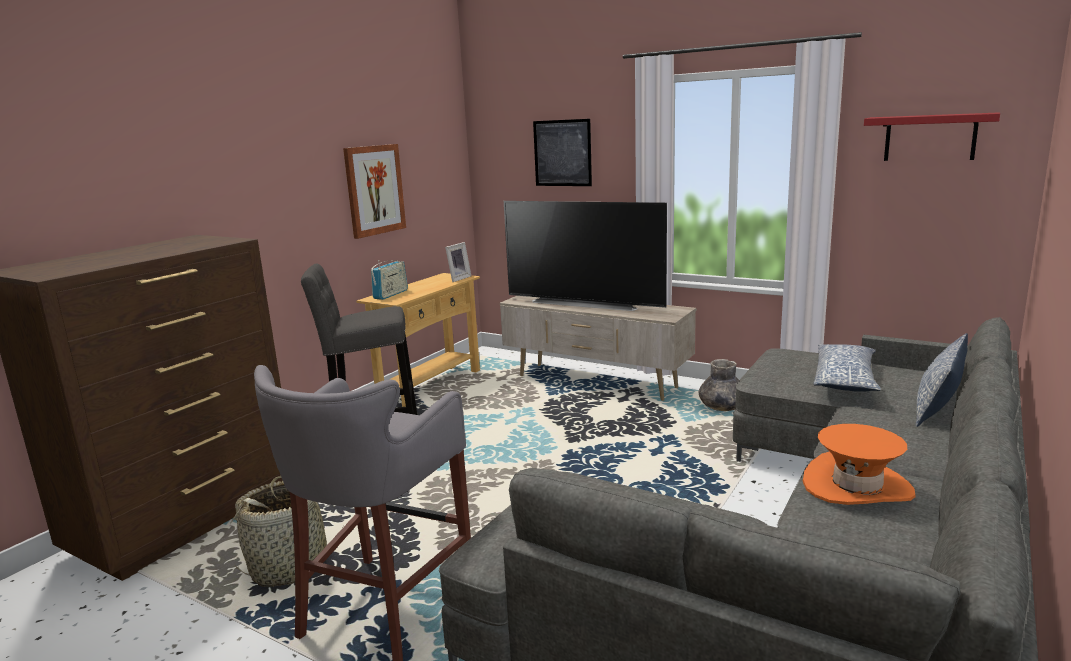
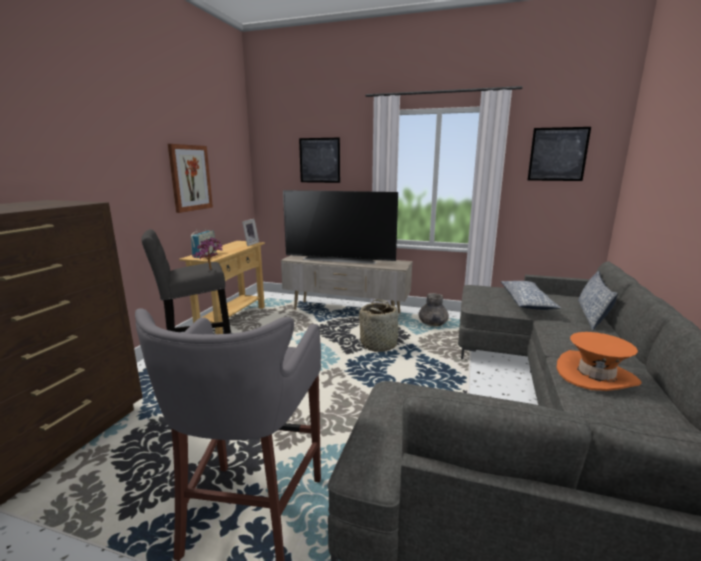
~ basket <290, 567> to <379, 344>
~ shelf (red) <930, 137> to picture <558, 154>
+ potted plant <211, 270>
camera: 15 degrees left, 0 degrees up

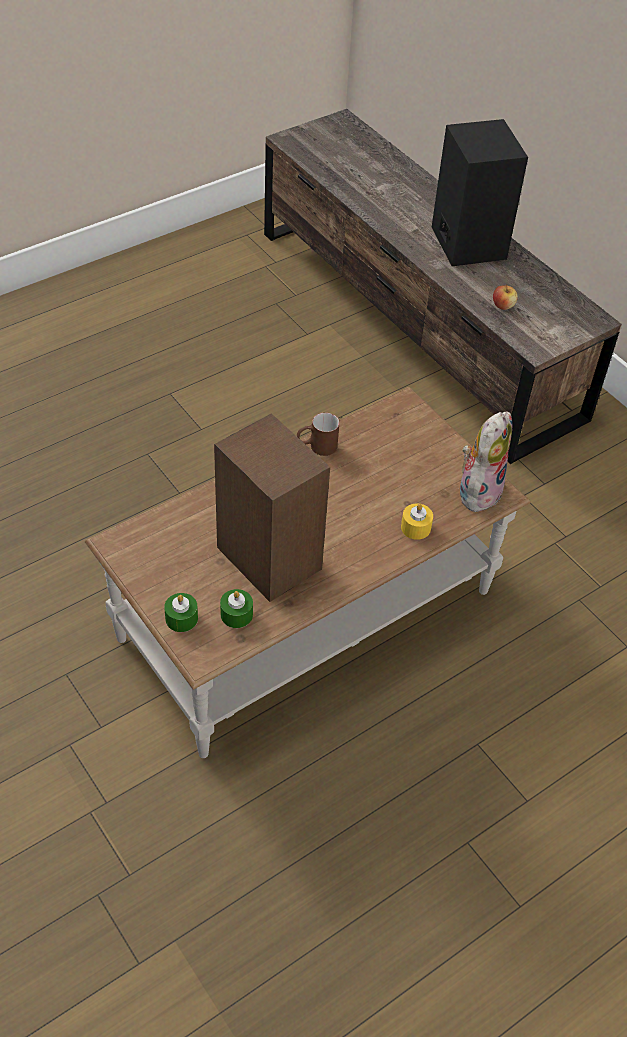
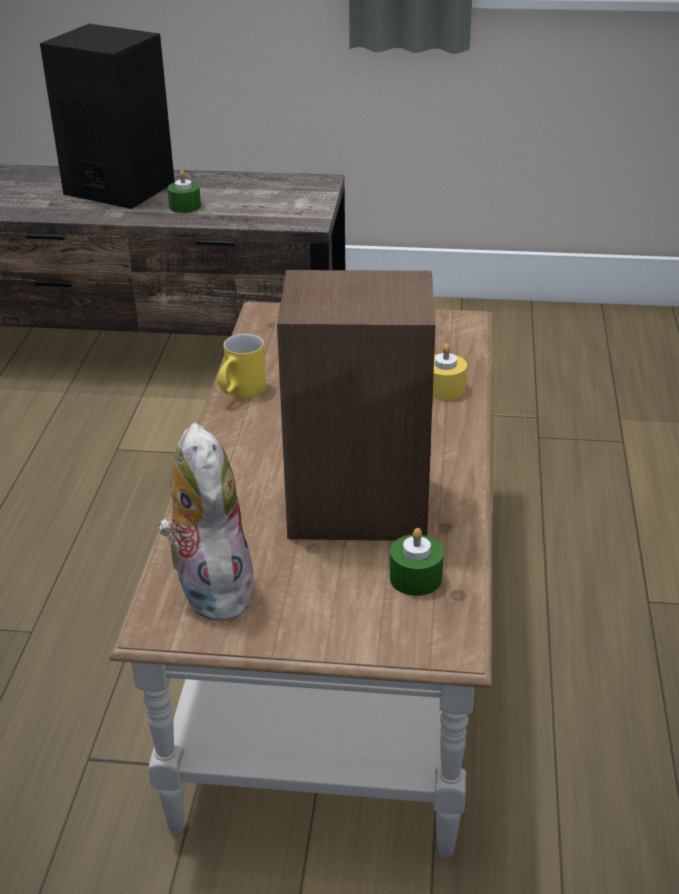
~ candle (green) <181, 618> to <185, 206>
~ mug (brown) <316, 447> to mug (yellow) <240, 392>
~ plush toy <478, 490> to <209, 588>
- apple <503, 306>
camera: 45 degrees left, 15 degrees down

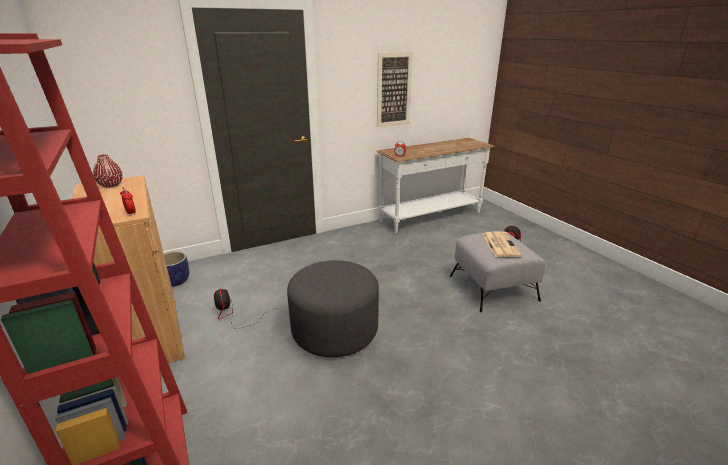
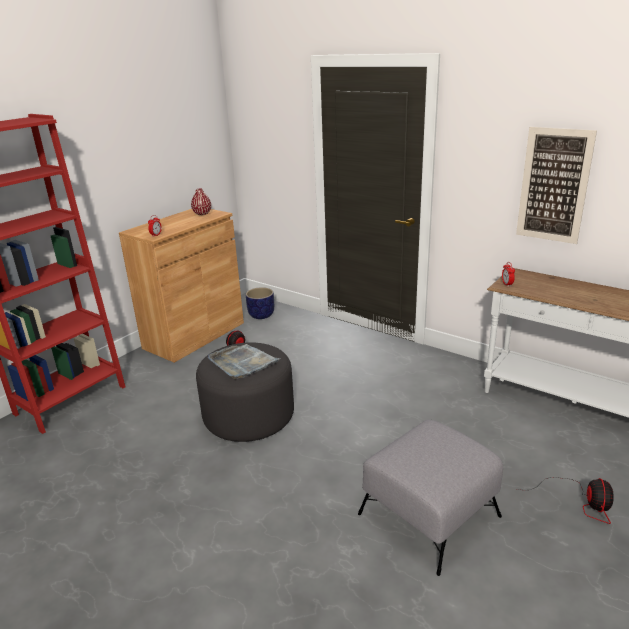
- newspaper <500, 244>
+ tray (grey) <242, 363>
camera: 65 degrees right, 0 degrees up

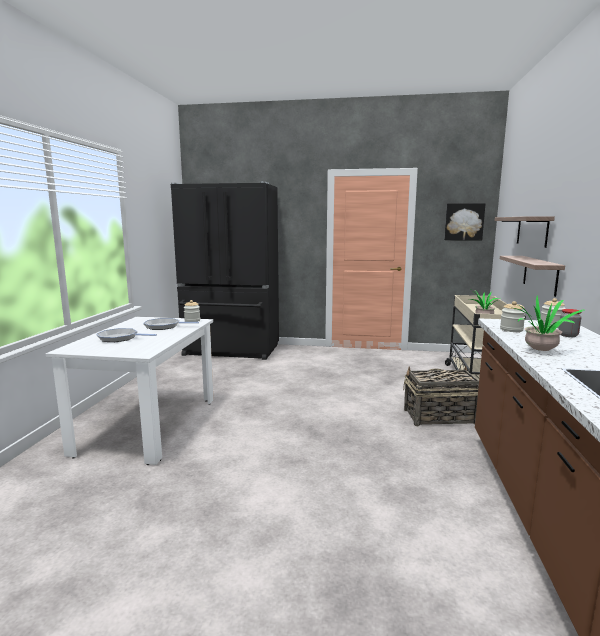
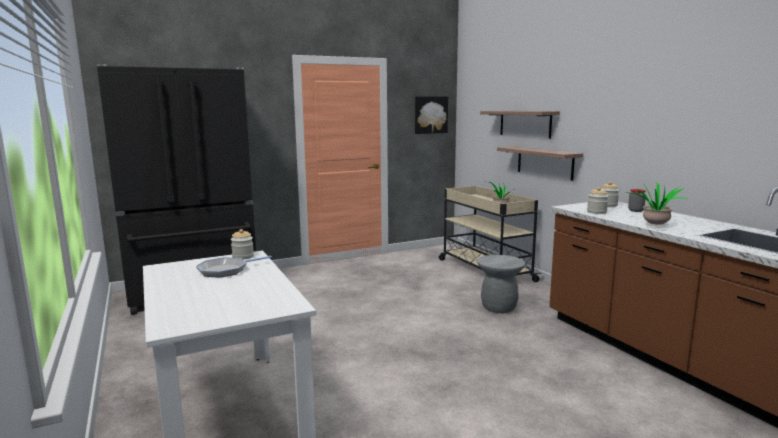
- frying pan <120, 338>
~ basket <439, 417> to stool (grey) <499, 307>
camera: 35 degrees left, 0 degrees up

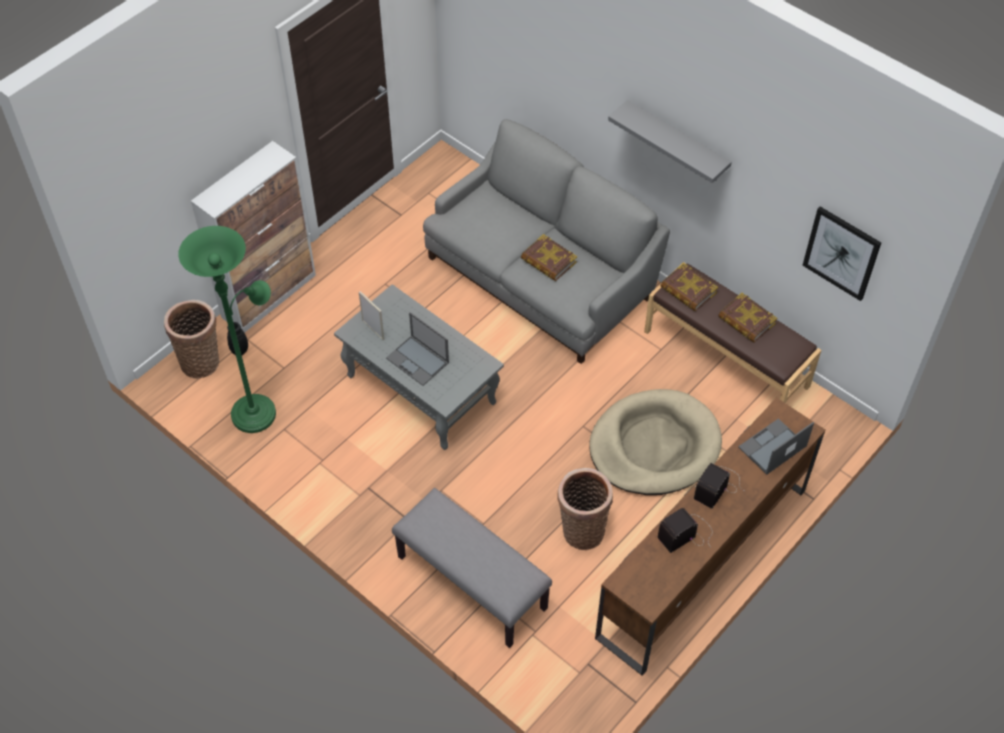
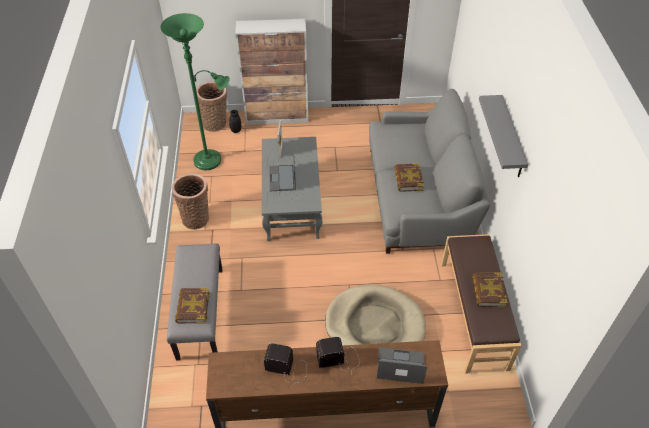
~ basket <581, 529> to <196, 217>
~ book <688, 290> to <192, 307>
- picture <841, 253>
camera: 45 degrees right, 5 degrees down

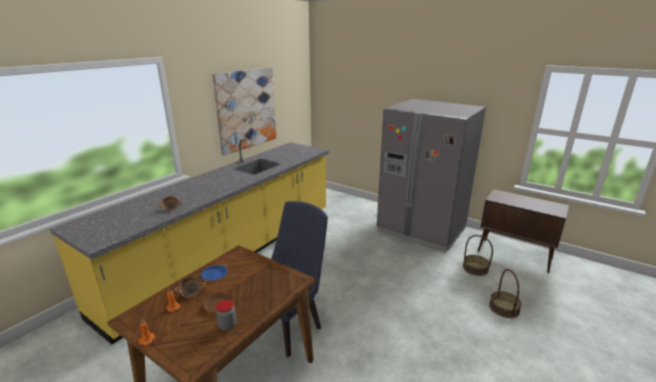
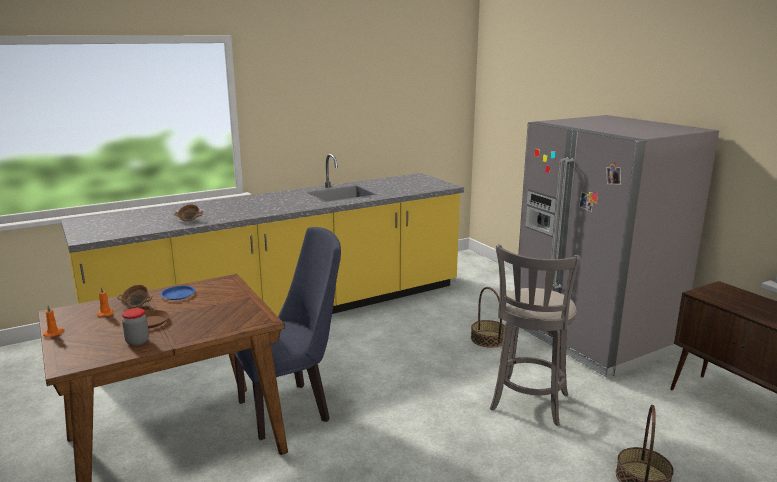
- picture <246, 109>
~ basket <475, 268> to <488, 339>
+ stool (grey) <528, 404>
camera: 25 degrees right, 5 degrees down

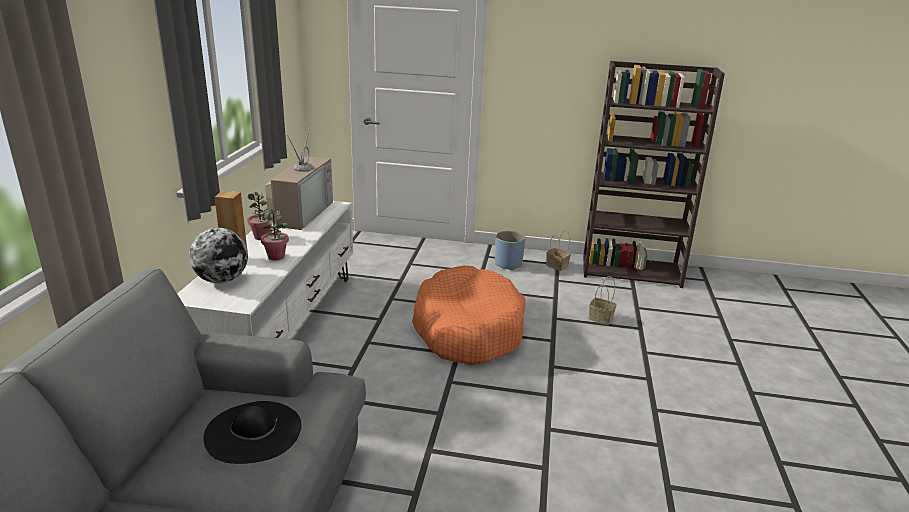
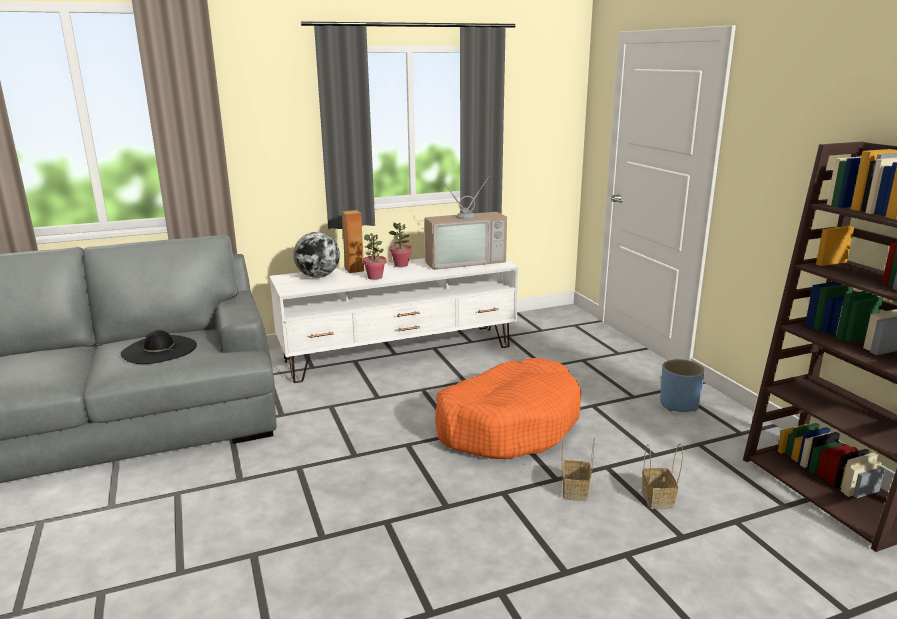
~ basket <556, 265> to <574, 490>
camera: 60 degrees right, 5 degrees down

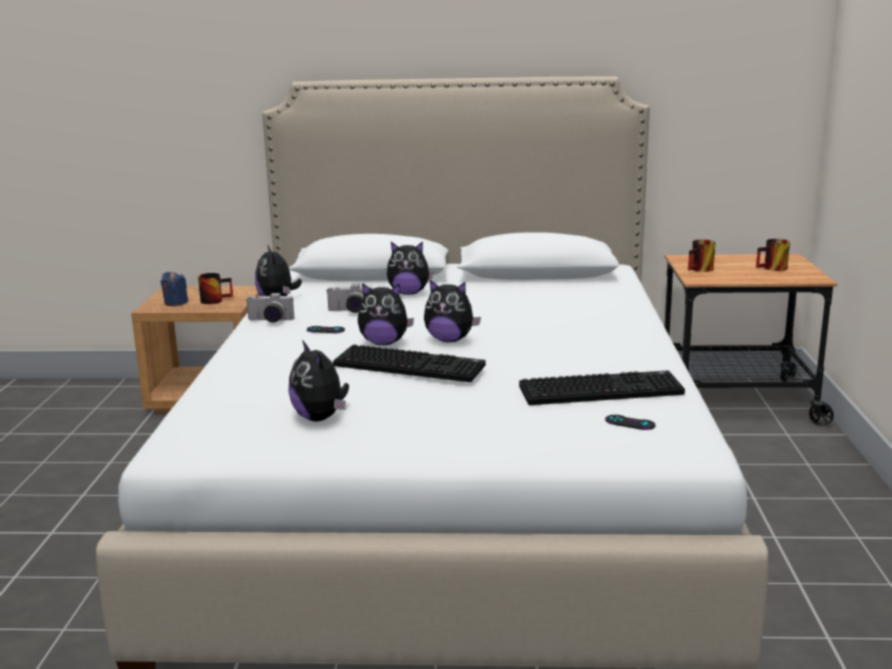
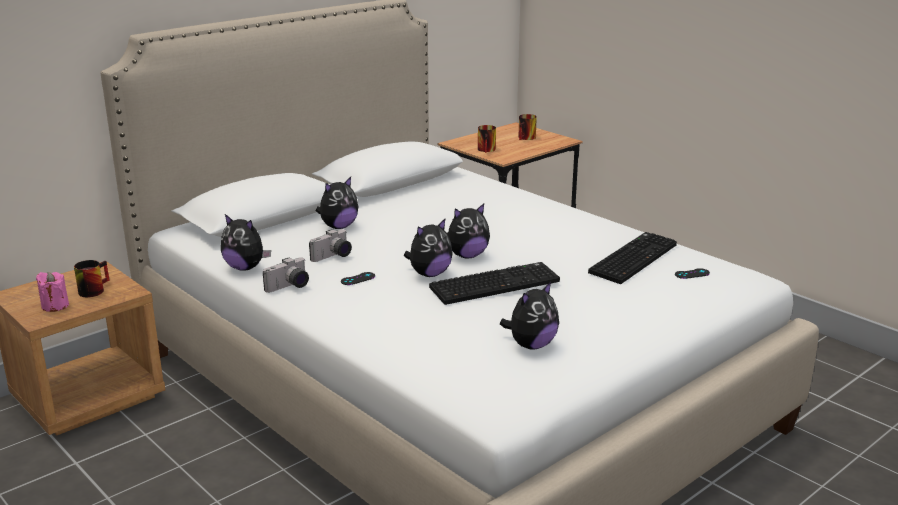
~ candle (blue) <175, 303> to candle (pink) <55, 306>
~ plush toy <320, 418> = <531, 345> 60 degrees counterclockwise
camera: 45 degrees left, 5 degrees up

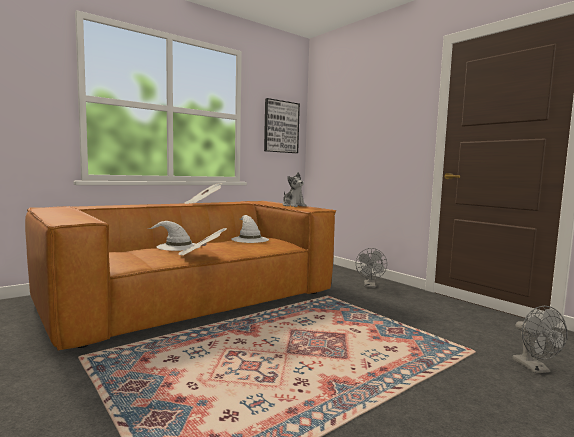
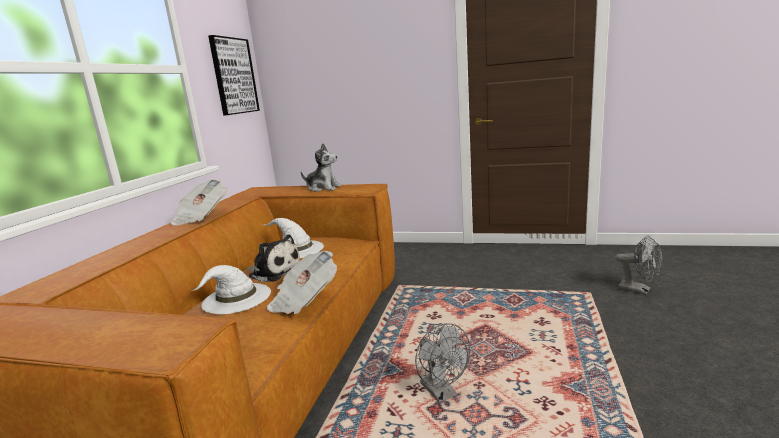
~ fan (grey) <370, 286> to <442, 393>
+ plush toy <274, 271>
camera: 35 degrees left, 10 degrees up

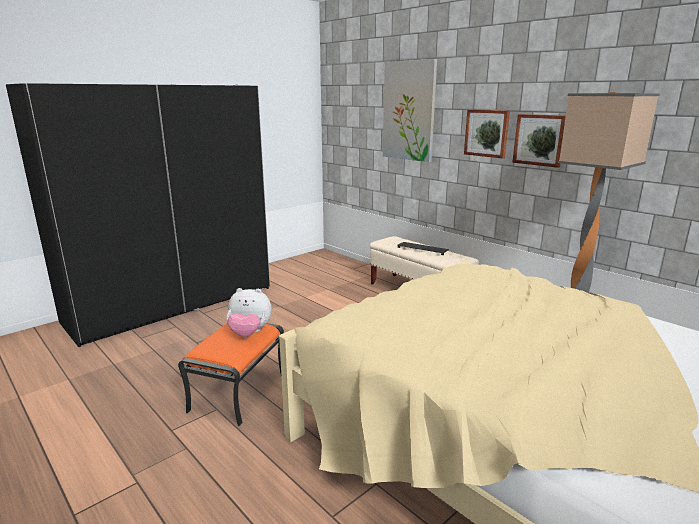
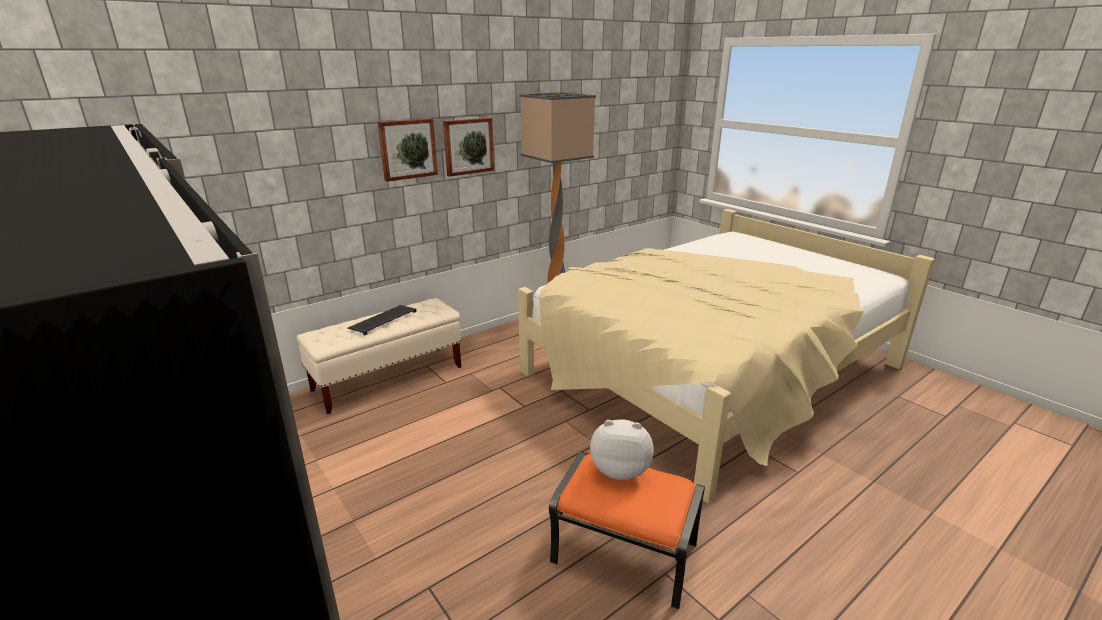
~ plush toy <249, 333> = <620, 469> 90 degrees counterclockwise
- picture <409, 111>
camera: 85 degrees left, 5 degrees up

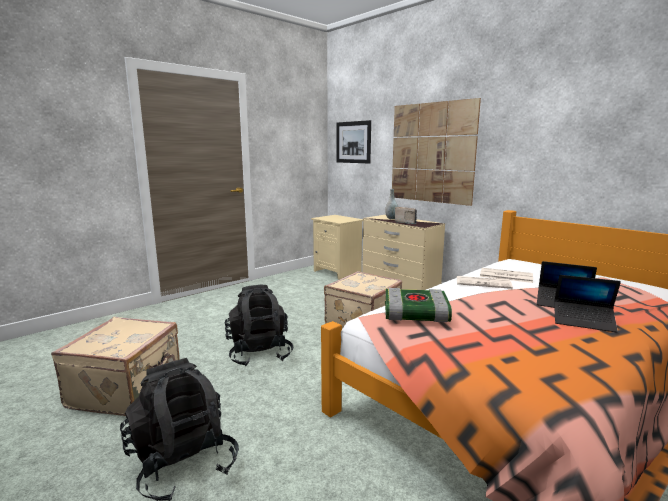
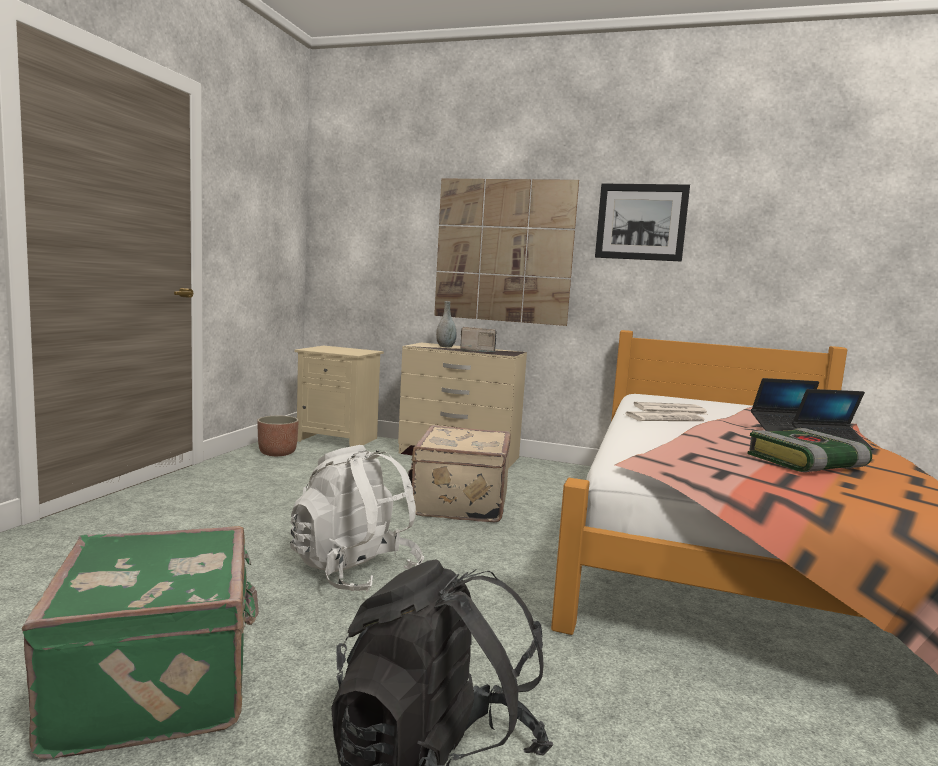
~ suitcase (beige) <128, 389> to suitcase (green) <160, 683>
~ backpack (black) <259, 353> to backpack (white) <355, 571>
~ picture <353, 142> to <641, 222>
~ book <414, 314> to <806, 463>
+ planter <278, 453>
camera: 30 degrees left, 5 degrees down

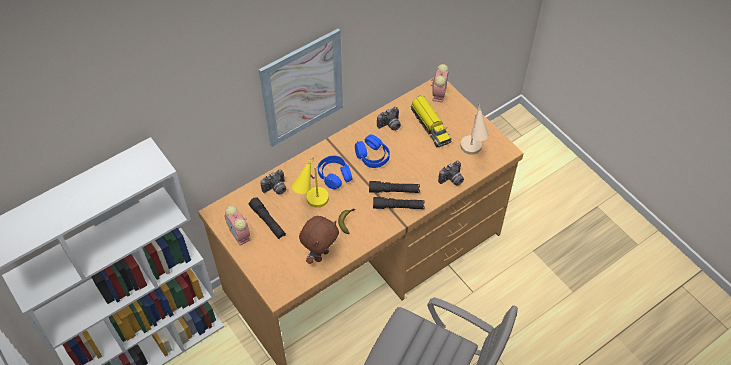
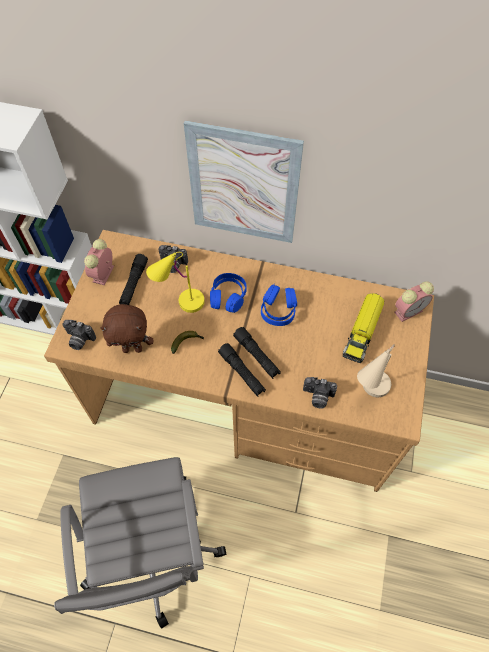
~ photo camera <390, 125> to <79, 340>
camera: 50 degrees right, 5 degrees up

